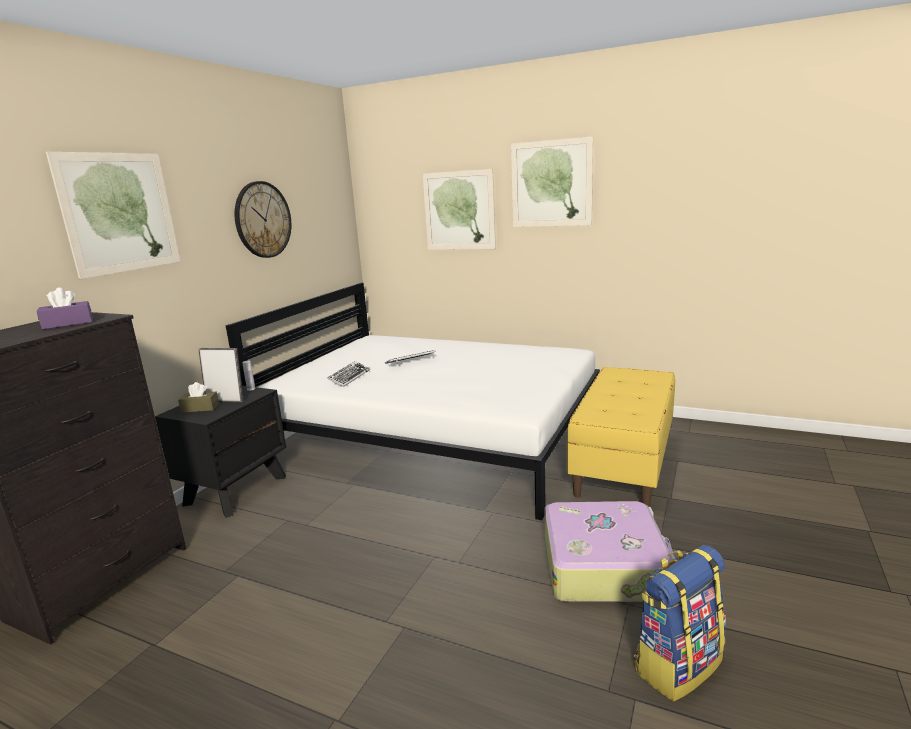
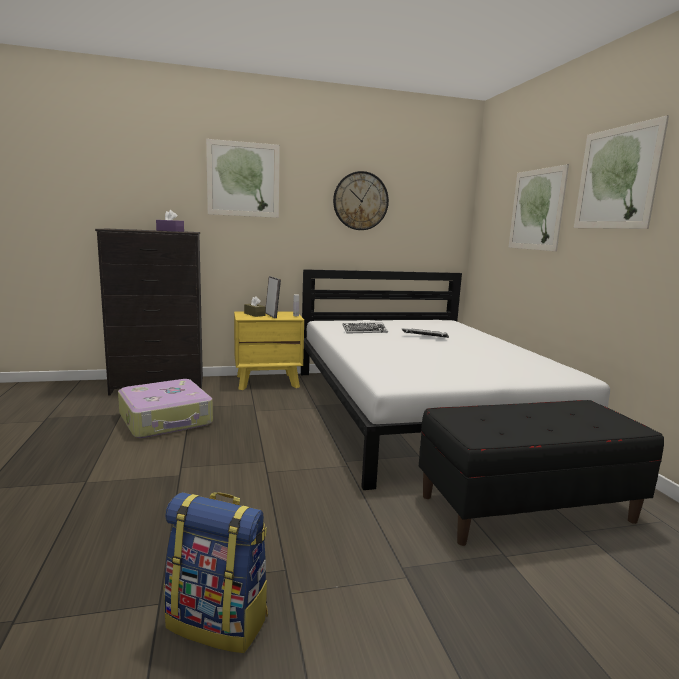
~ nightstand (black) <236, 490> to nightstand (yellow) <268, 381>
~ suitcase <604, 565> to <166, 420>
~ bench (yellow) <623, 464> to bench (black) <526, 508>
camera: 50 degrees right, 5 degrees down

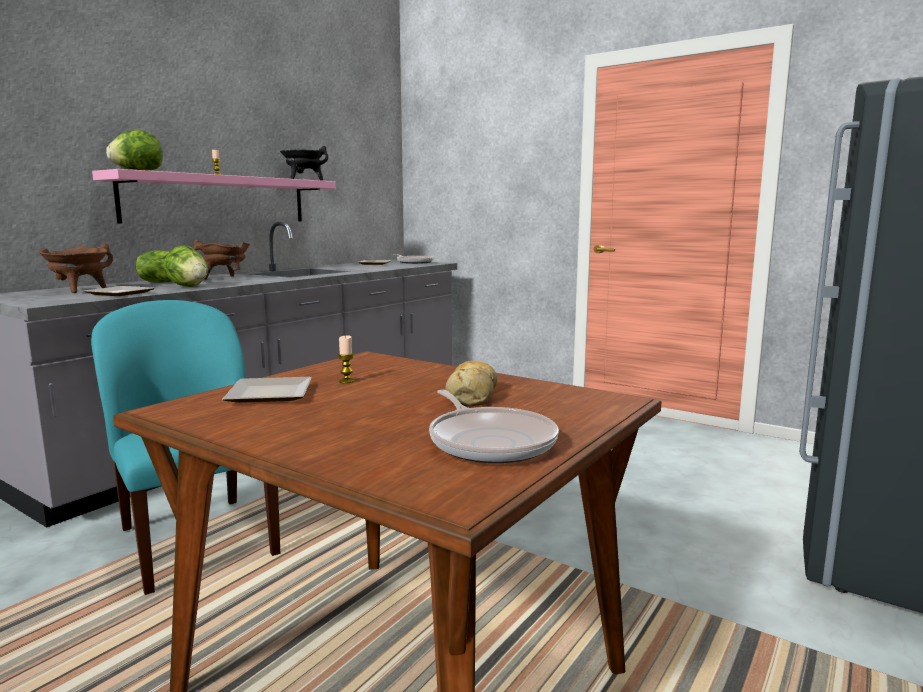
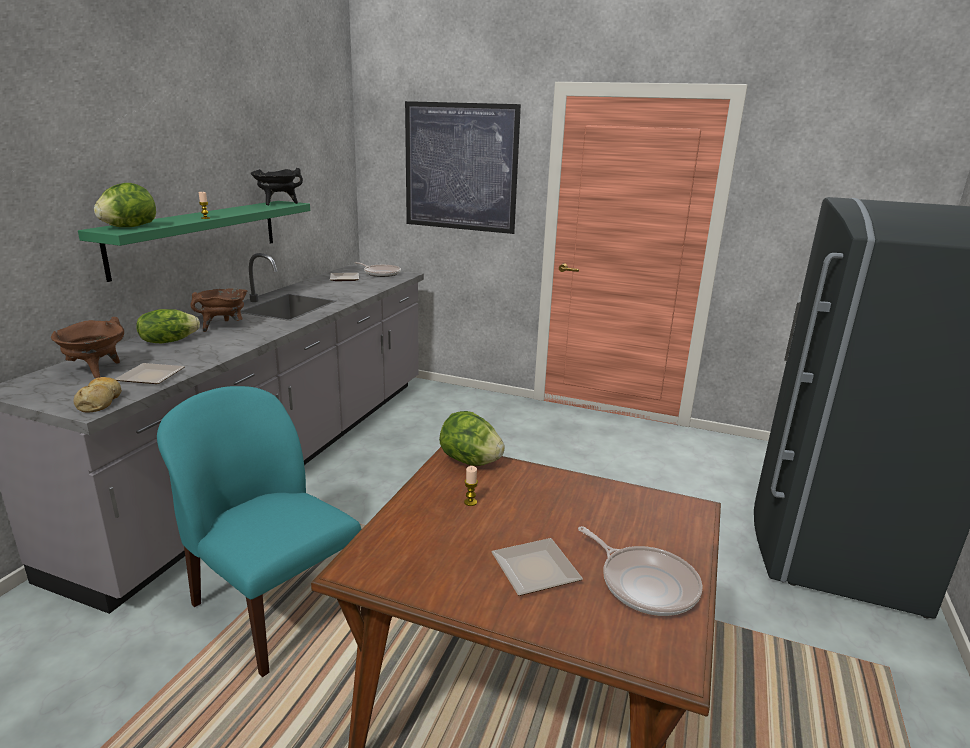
~ shelf (pink) <219, 200> to shelf (green) <198, 236>
~ lettuce <188, 286> to <470, 461>
~ plate <268, 393> to <532, 569>
~ bread <472, 395> to <100, 402>
+ picture <460, 167>
camera: 15 degrees left, 10 degrees up

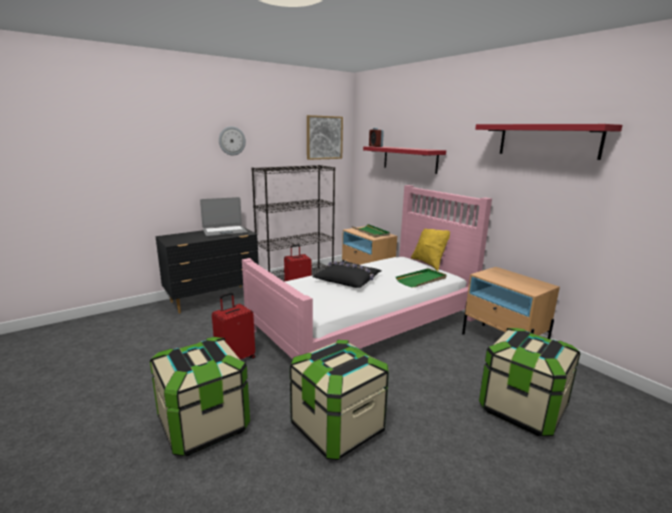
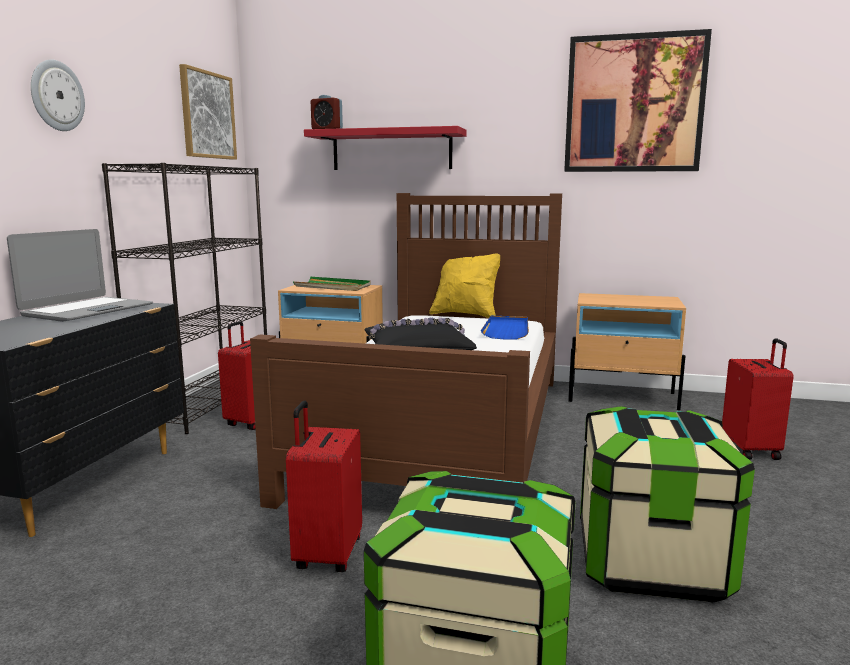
~ bed (pink) <365, 324> to bed (brown) <442, 429>
~ tray (green) <421, 280> to tray (blue) <506, 330>
~ shelf (red) <548, 140> to picture <634, 104>
~ storage box <522, 409> to suitcase (red) <752, 450>
camera: 40 degrees left, 5 degrees down

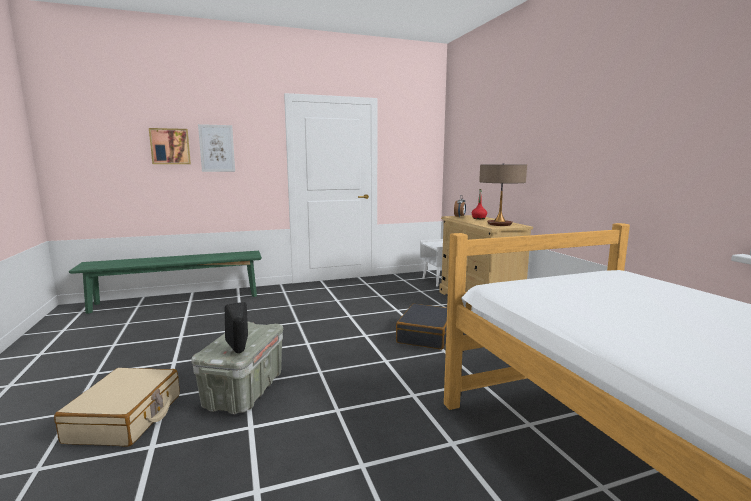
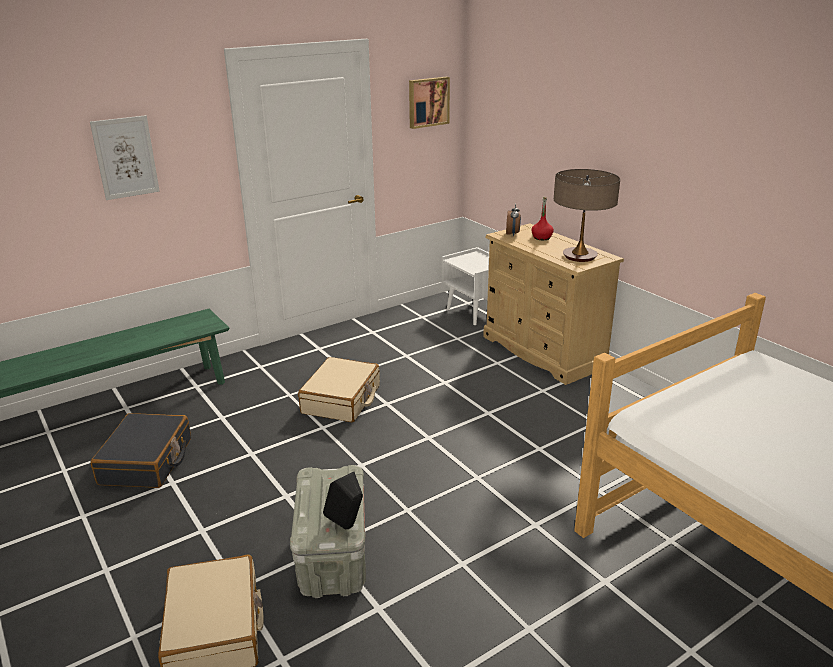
~ picture <170, 146> to <428, 102>
~ suitcase (black) <426, 335> to <147, 461>
+ suitcase (beige) <341, 400>
camera: 15 degrees left, 15 degrees up

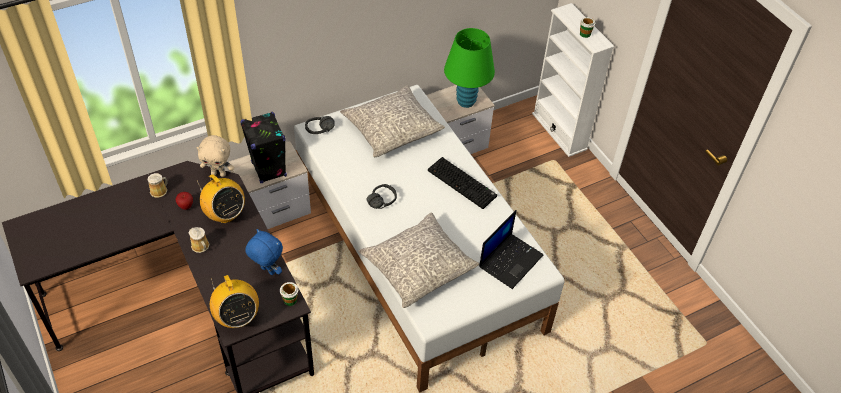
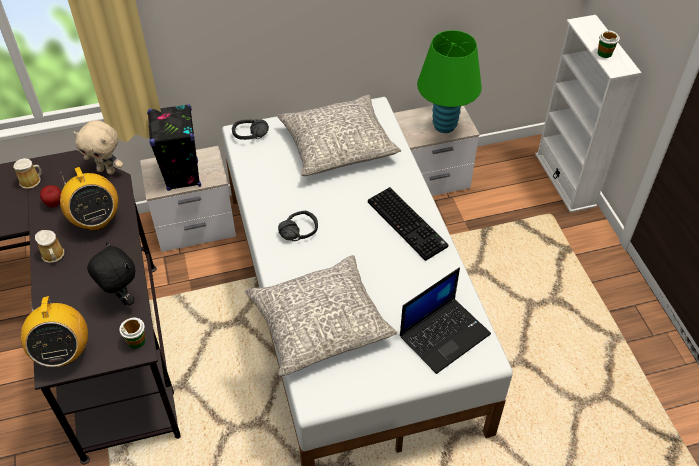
~ plush toy (blue) <267, 271> to plush toy (black) <121, 298>
camera: 15 degrees right, 0 degrees up

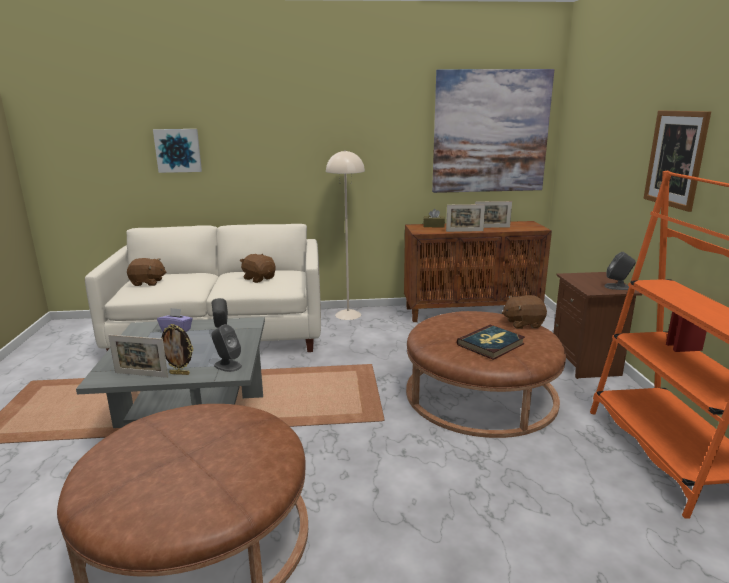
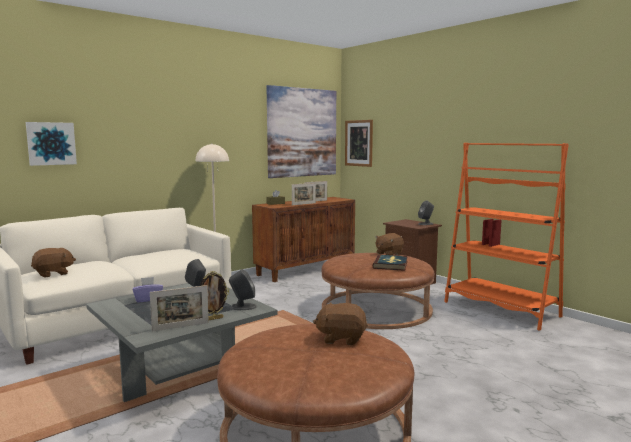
~ plush toy (brown) <259, 278> to <341, 338>
~ picture <675, 159> to <359, 143>
camera: 35 degrees left, 10 degrees down

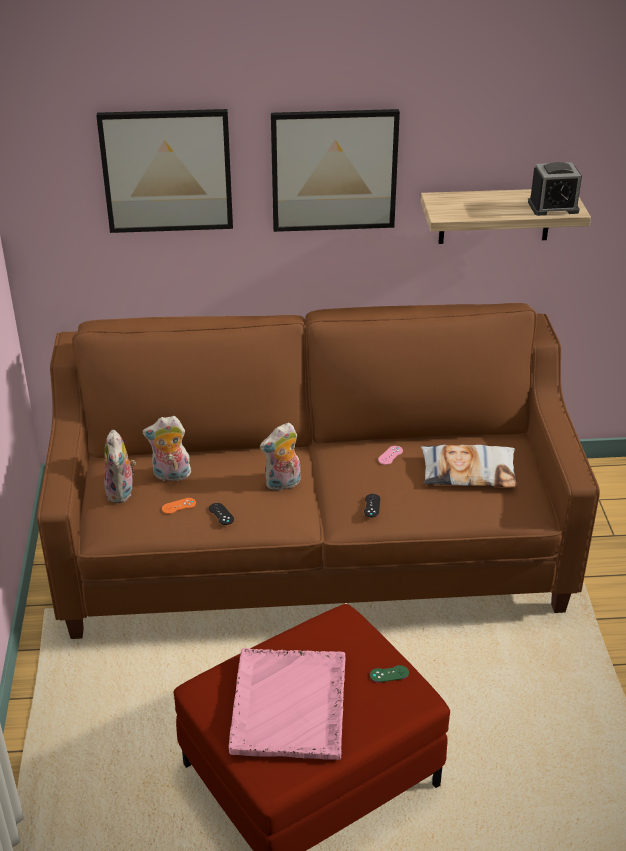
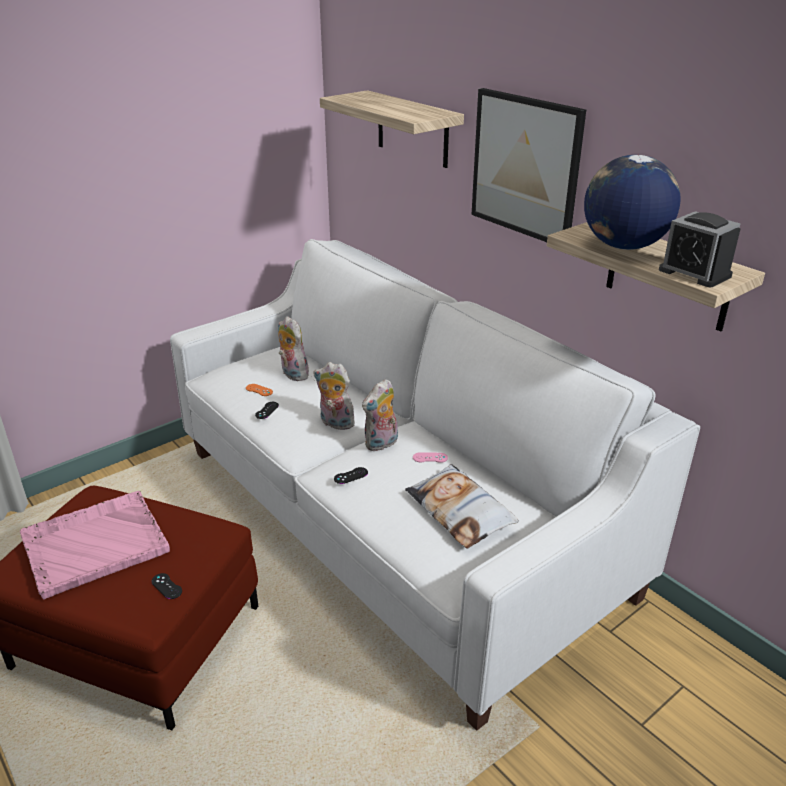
~ sofa (brown) <313, 548> to sofa (white) <394, 519>
~ picture <167, 171> to shelf <412, 129>
~ plush toy <122, 492> to <382, 444>
~ game controller (green) <389, 674> to game controller (black) <166, 586>
+ globe <623, 246>
camera: 55 degrees right, 5 degrees down

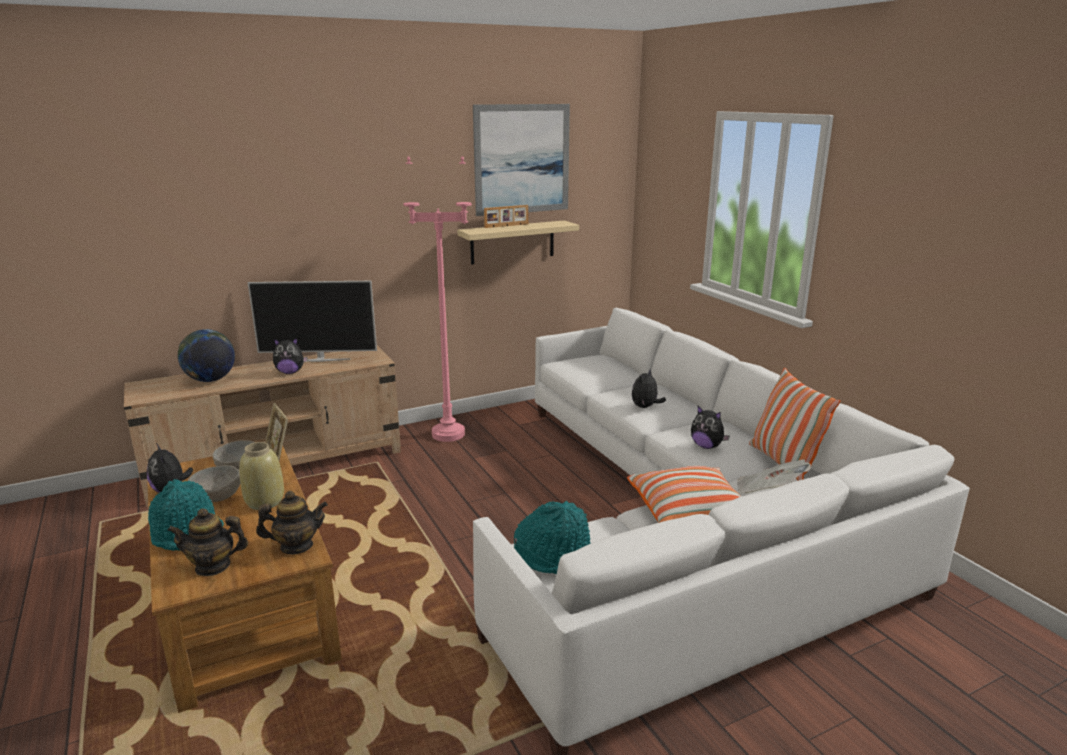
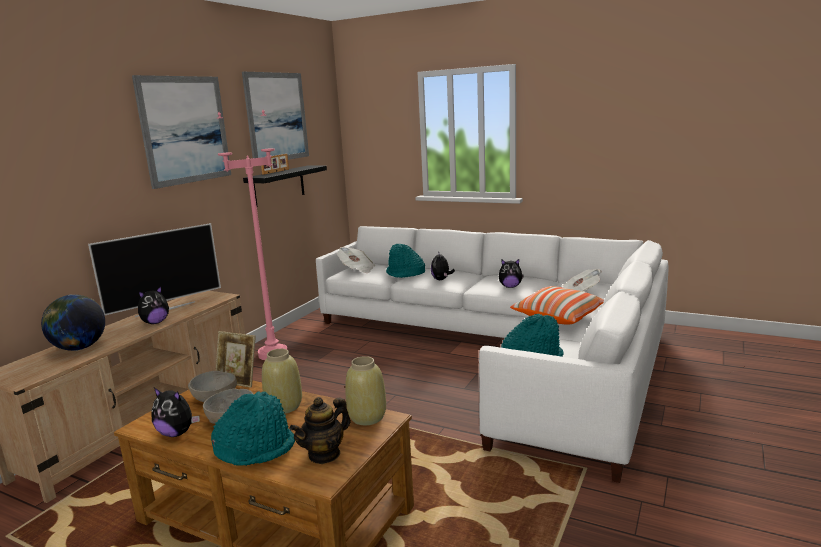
~ teapot <296, 546> to vase (beige) <366, 417>
~ shelf (beige) <512, 242> to shelf (black) <279, 186>
- pillow <783, 462>
+ picture <185, 130>
+ newspaper <357, 269>
+ hat (turquoise) <405, 274>
camera: 35 degrees left, 5 degrees down

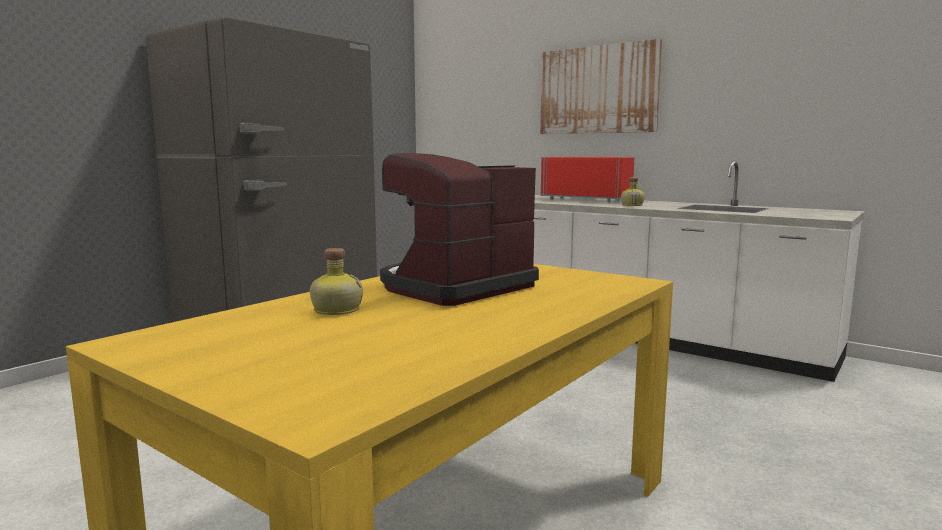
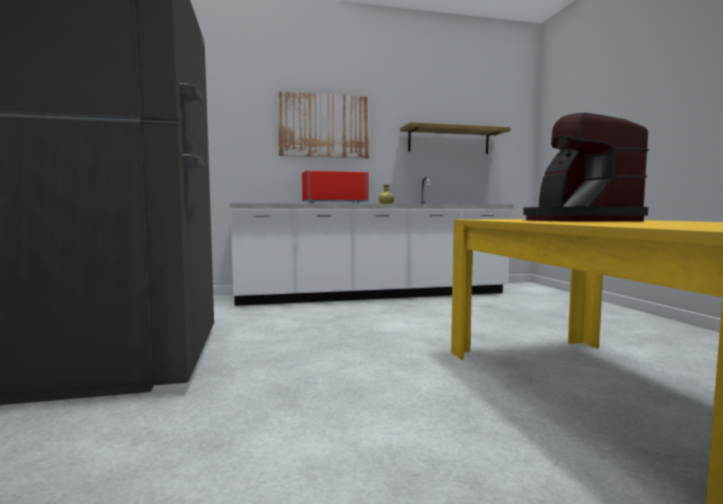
- bottle <335, 310>
+ shelf <449, 141>
camera: 50 degrees left, 5 degrees down

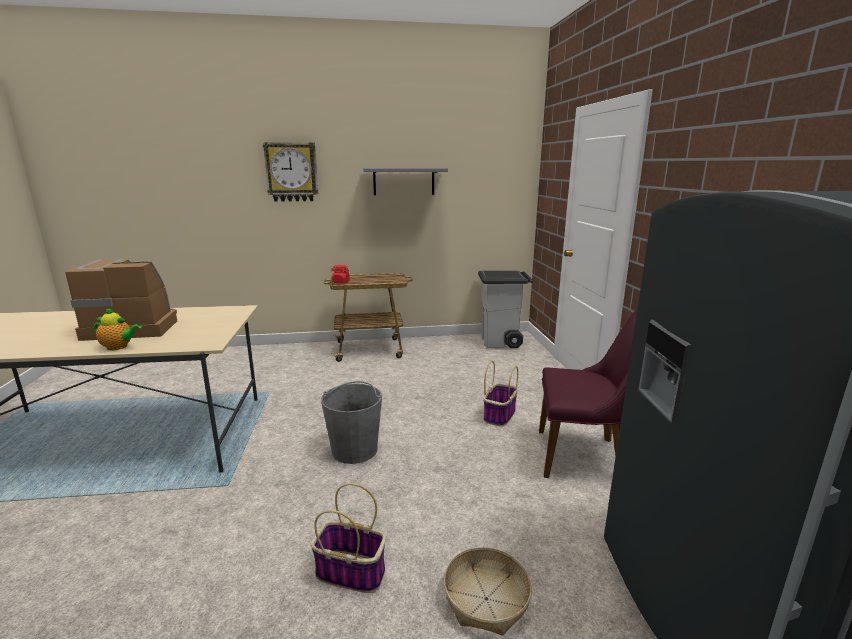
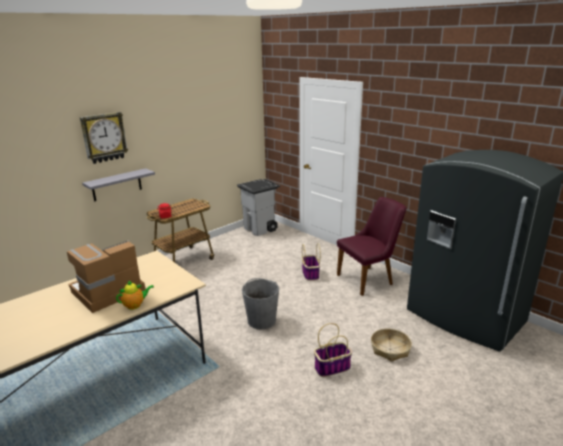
~ shelf (grey) <404, 181> to <117, 185>
camera: 35 degrees left, 5 degrees up

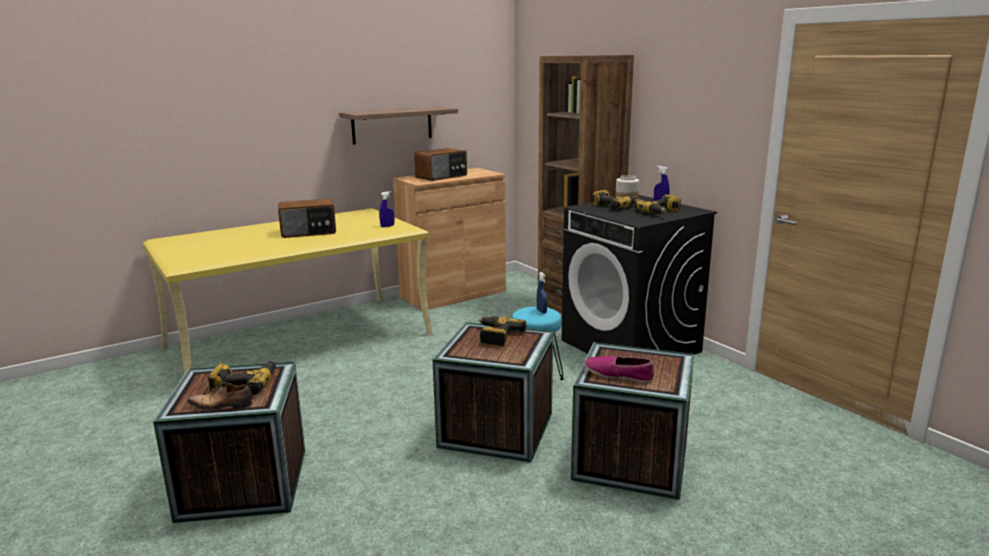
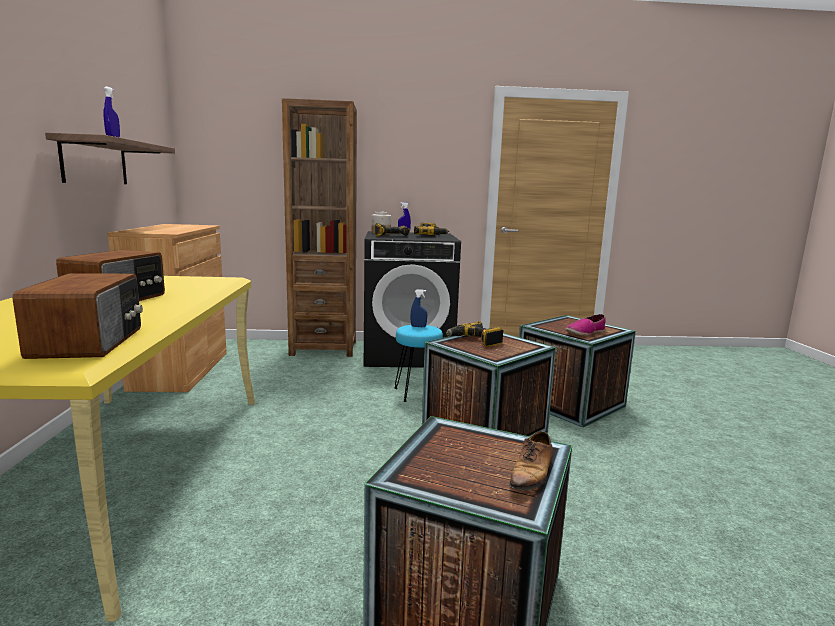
- power drill <245, 384>
~ spray bottle (blue) <387, 226> to <113, 137>
~ radio <442, 176> to <90, 342>
camera: 60 degrees left, 5 degrees down

